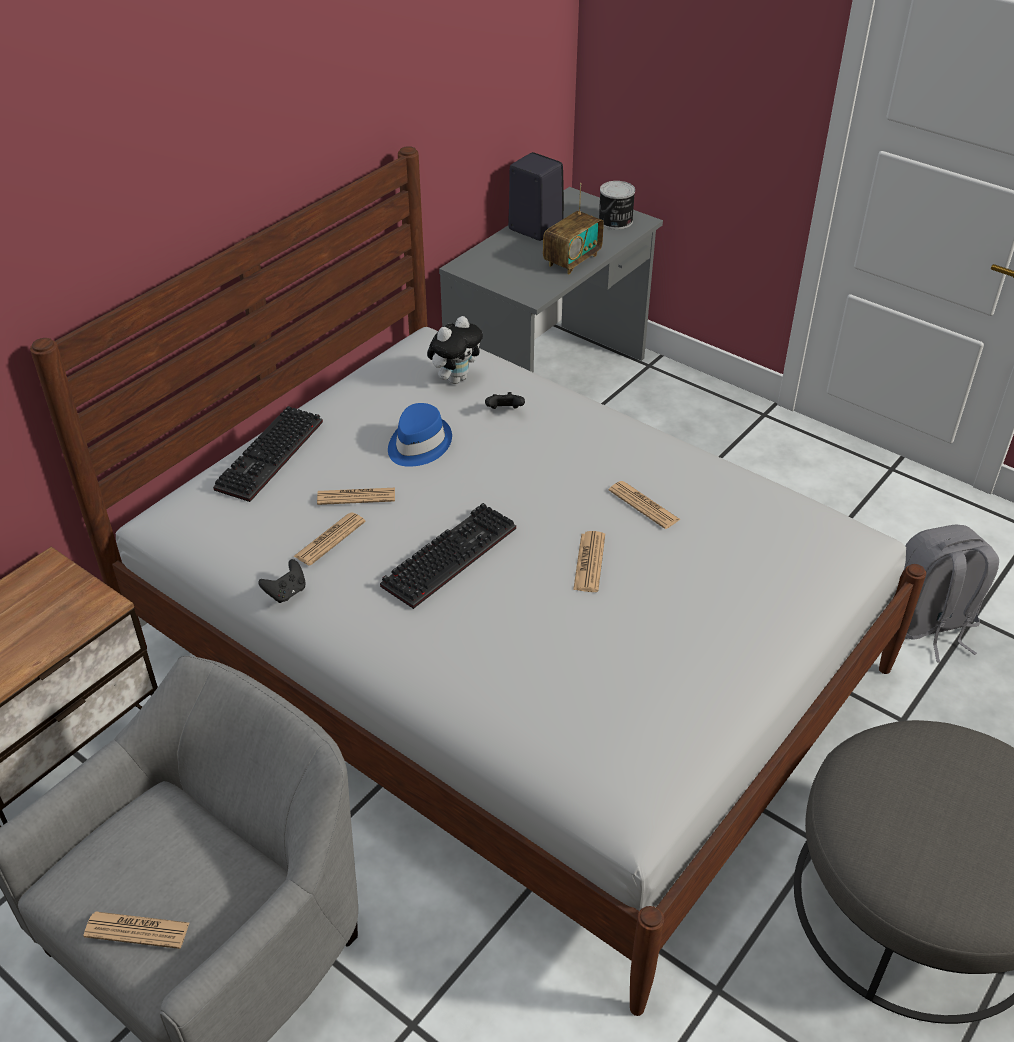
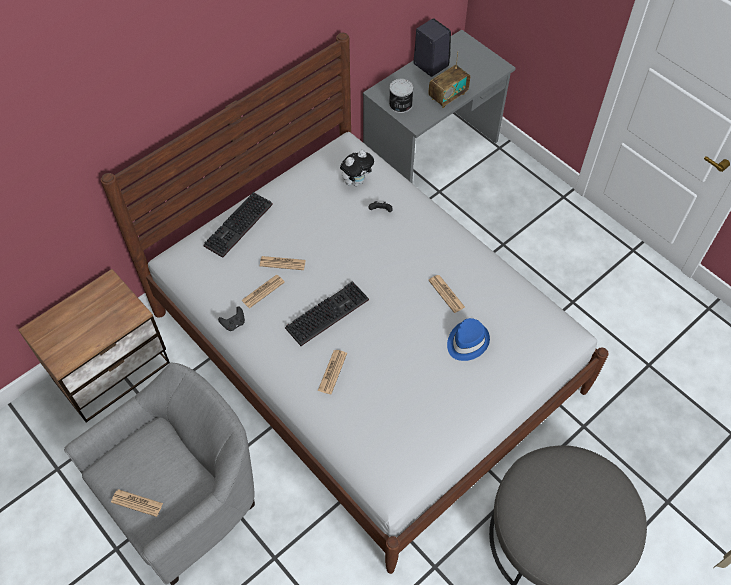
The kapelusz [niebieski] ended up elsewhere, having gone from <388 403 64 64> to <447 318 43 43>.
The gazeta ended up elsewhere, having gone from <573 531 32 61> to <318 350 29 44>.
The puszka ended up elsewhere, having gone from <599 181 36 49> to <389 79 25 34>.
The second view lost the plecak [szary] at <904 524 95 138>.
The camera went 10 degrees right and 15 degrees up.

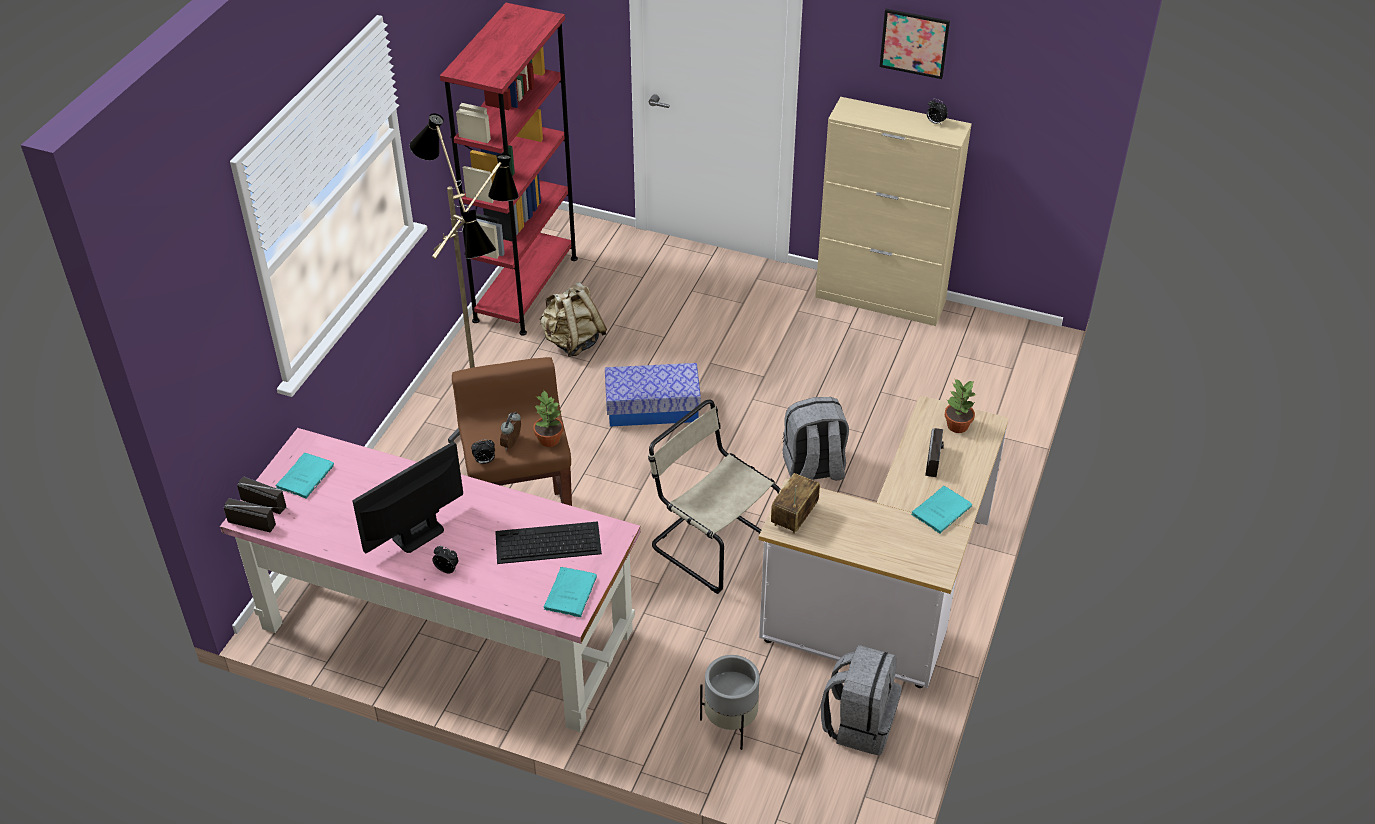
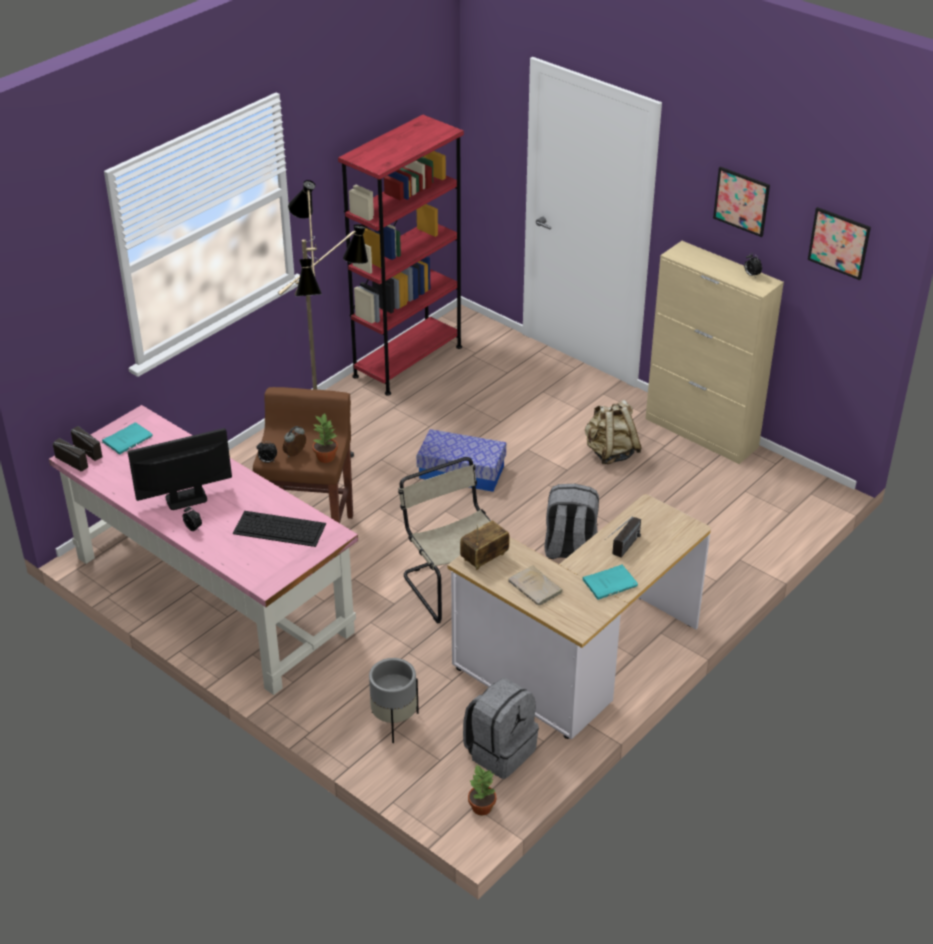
The plecak [beżowy] ended up elsewhere, having gone from <540 282 67 75> to <585 400 57 64>.
The second view lost the książka [turkusowy] at <544 567 53 50>.
The roślina doniczkowa ended up elsewhere, having gone from <945 378 30 55> to <468 764 28 52>.
The second view gained the książka [beżowy] at <508 565 55 40>.
The second view gained the obraz at <808 207 63 73>.
The camera went 20 degrees right and 5 degrees down.

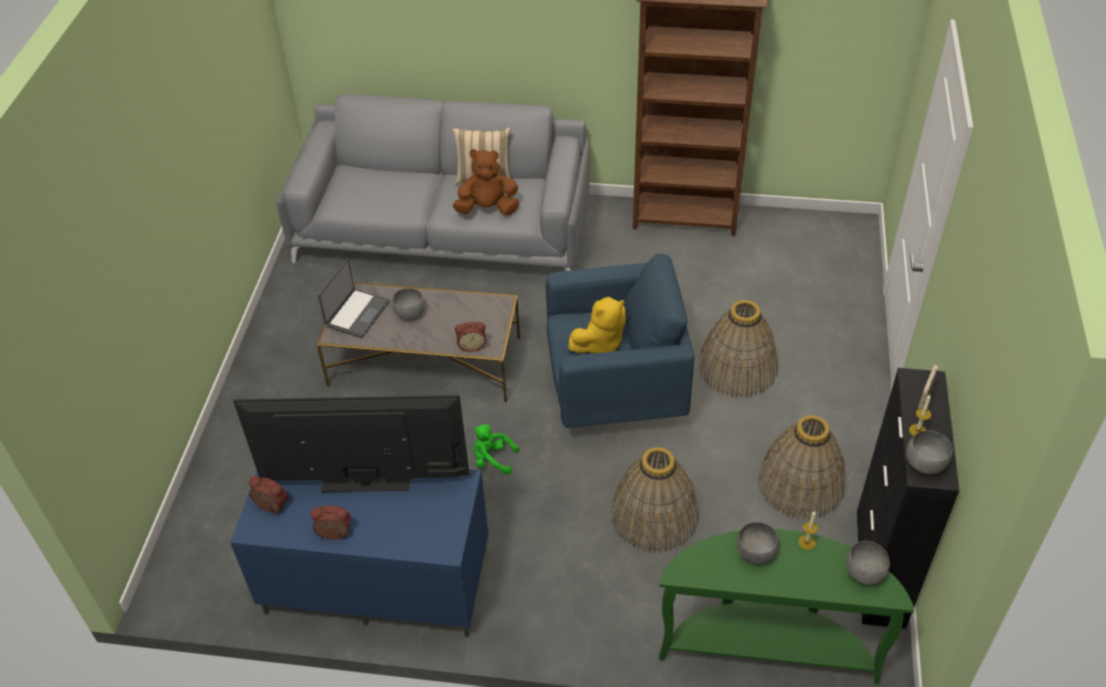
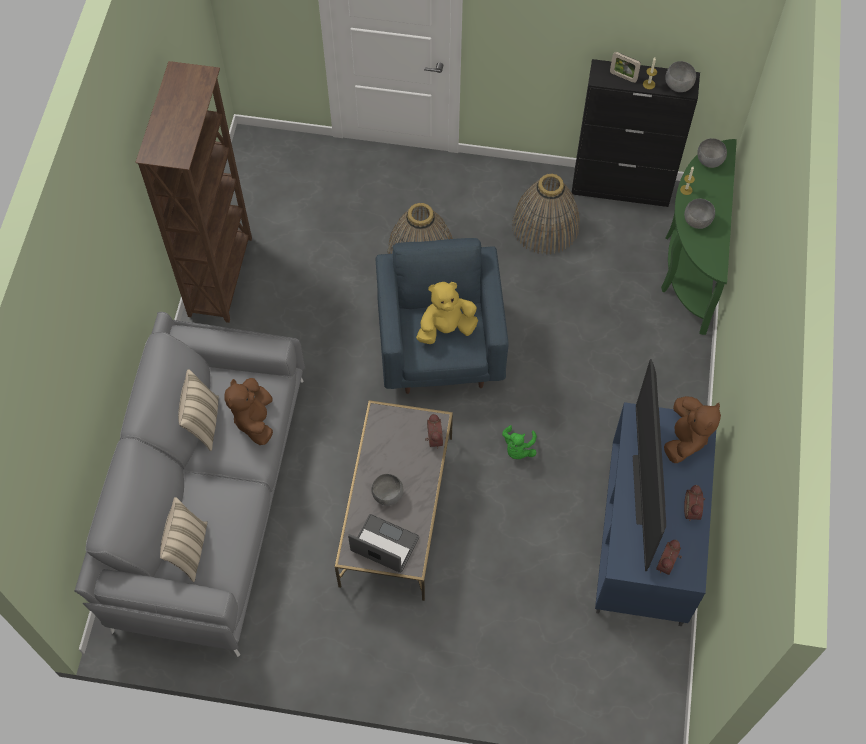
The pluszak [żółty] at <568 297 58 56> ended up facing another way, 75 degrees counterclockwise from before.
The second view lost the koszyk at <611 447 88 106>.
The second view gained the poduszka [beżowy] at <160 497 48 85>.
The second view gained the pluszak [brązowy] at <664 396 57 67>.
The camera went 90 degrees left and 15 degrees up.

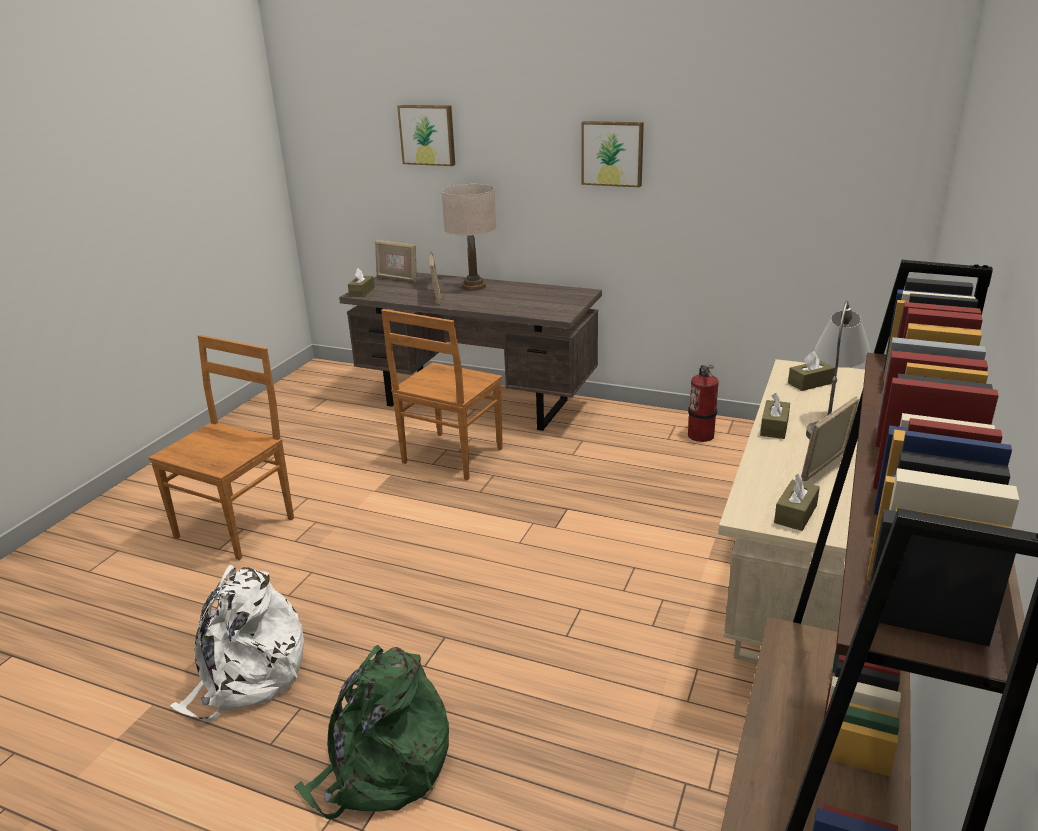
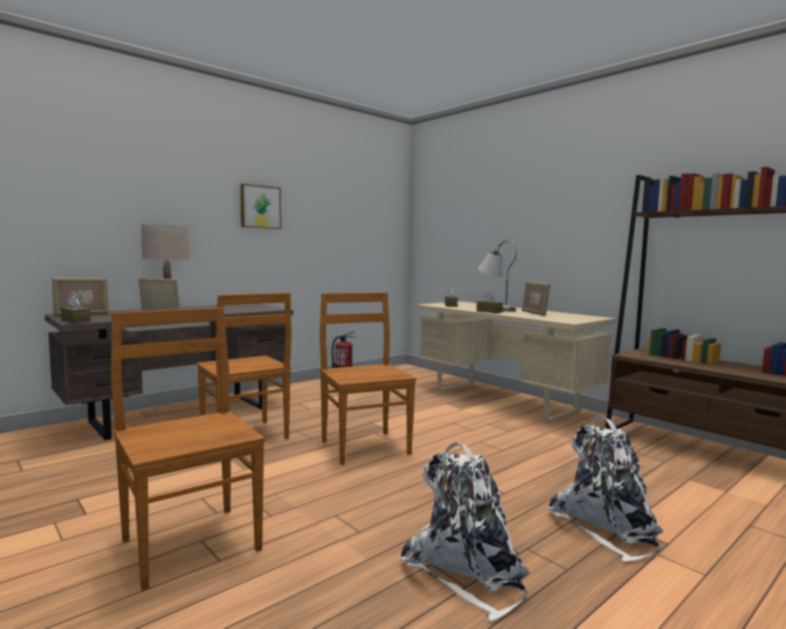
What was the plecak [zielony] at <294 645 155 174> turned into the plecak [biały] at <548 416 115 146>.
The second view lost the obraz at <397 105 58 61>.
The second view lost the pudełko chusteczek [brązowy] at <774 474 46 57>.
The second view gained the krzesło [brązowy] at <320 292 96 173>.
The camera went 65 degrees left and 20 degrees down.

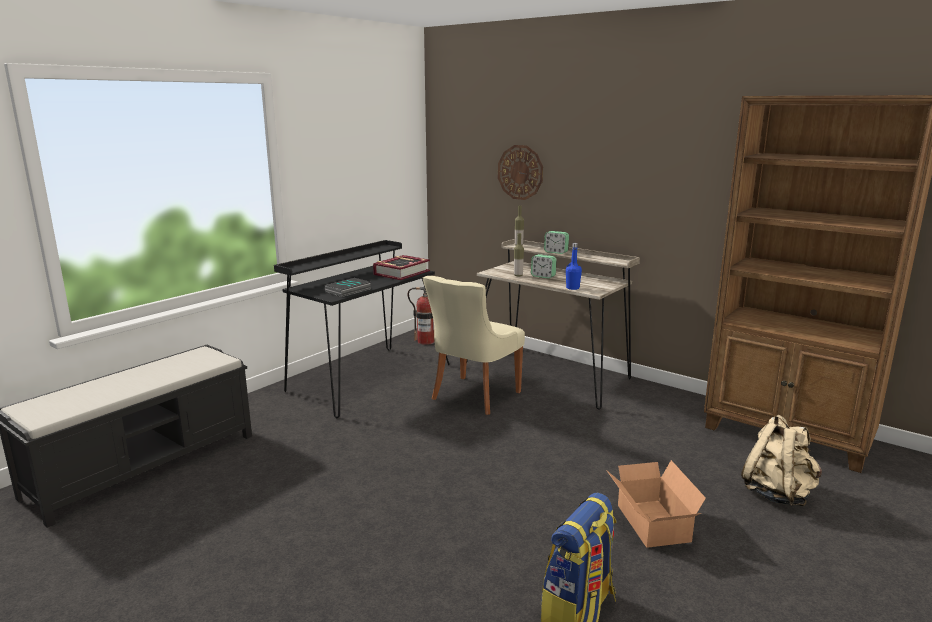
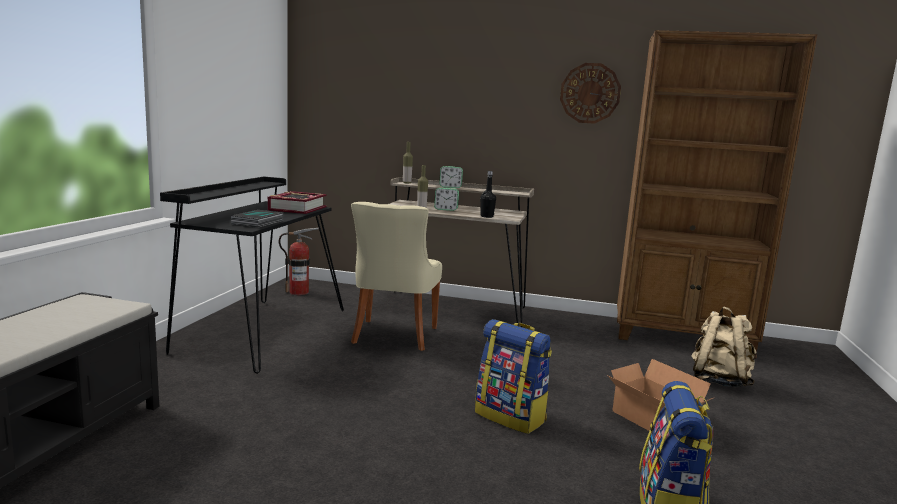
The zegar ścienny ended up elsewhere, having gone from <498 145 45 55> to <560 63 61 61>.
What was the butelka [niebieski] at <566 243 16 47> turned into the butelka [czarny] at <480 171 16 47>.
The second view gained the plecak at <475 319 77 115>.
The camera went 25 degrees left and 5 degrees down.

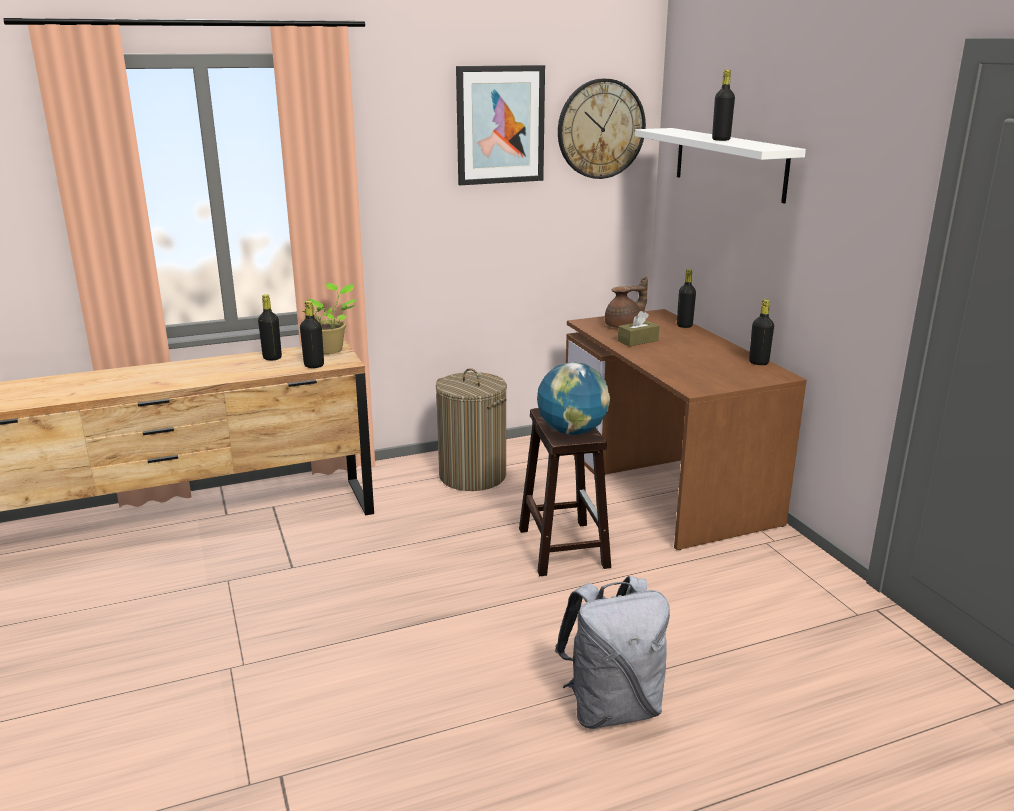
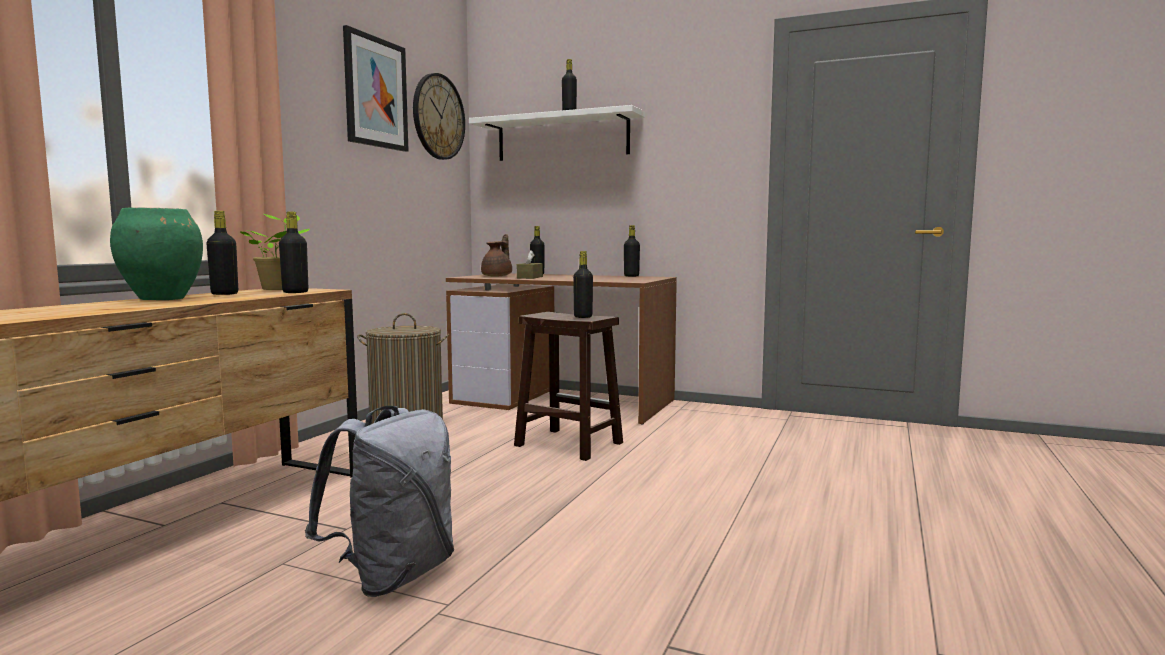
Where the globus stood at <537 362 73 73>, the butelka [czarny] came to stand at <573 251 20 67>.
The plecak [szary] ended up elsewhere, having gone from <555 576 115 153> to <305 405 149 192>.
The second view gained the wazon [zielony] at <110 207 93 93>.
The camera went 45 degrees left and 15 degrees down.

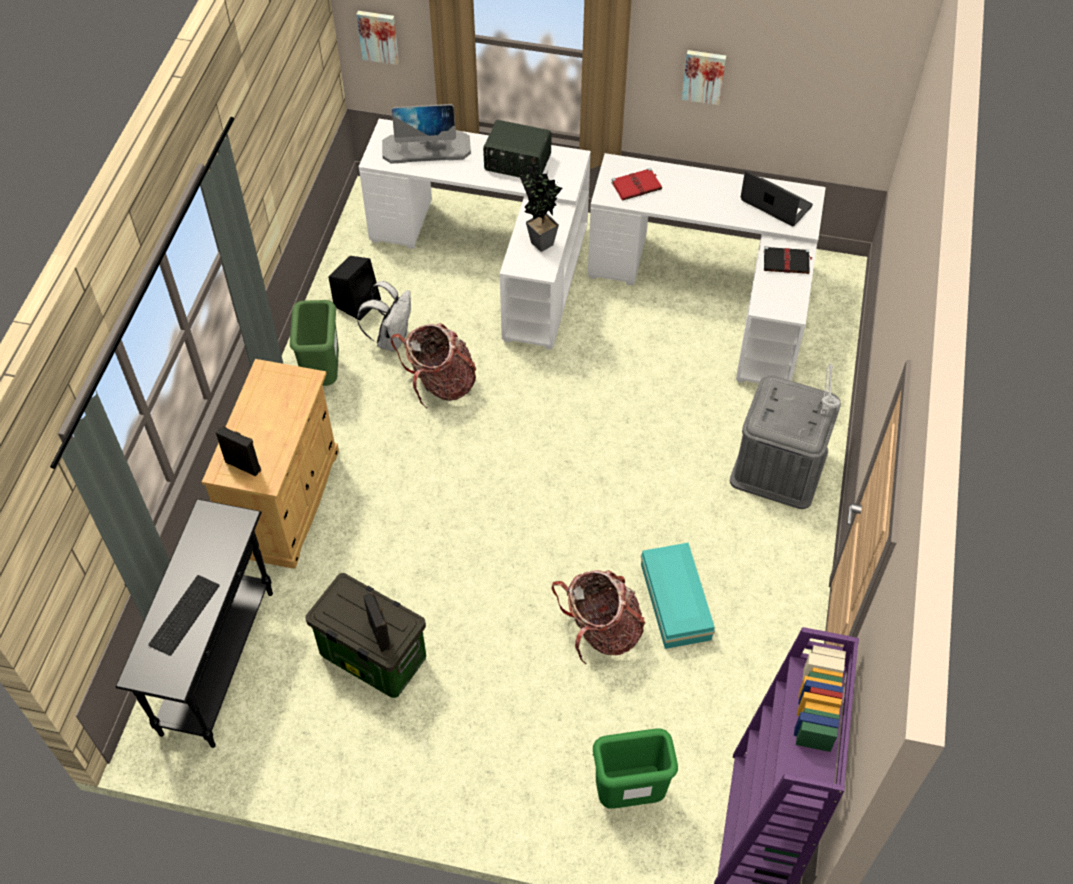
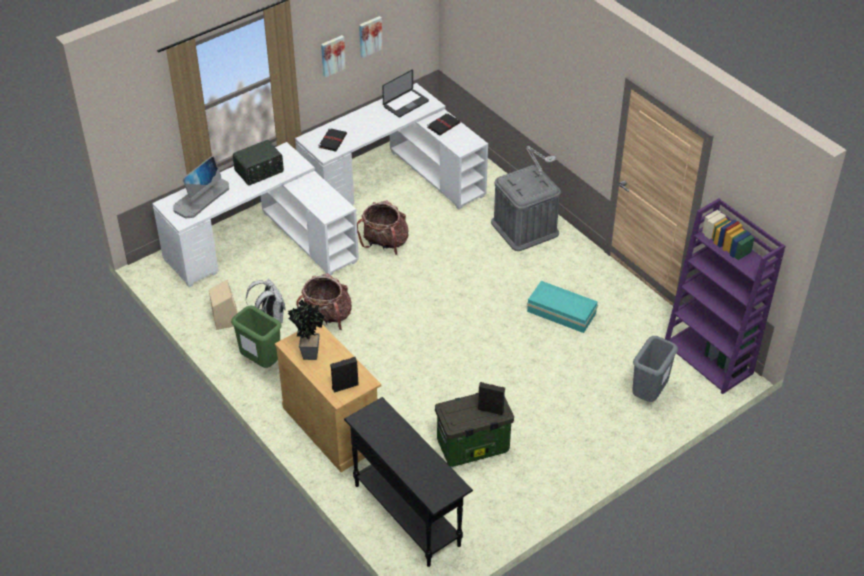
The second view lost the klawiatura at <148 575 72 81>.
What was the głośnik [czarny] at <329 256 52 65> turned into the głośnik [beżowy] at <209 280 29 50>.
The obraz ended up elsewhere, having gone from <357 11 42 54> to <359 16 24 42>.
The roślina doniczkowa ended up elsewhere, having gone from <520 171 43 81> to <288 300 36 60>.
The plecak ended up elsewhere, having gone from <552 570 93 94> to <357 200 52 55>.
What was the kosz na śmieci [zielony] at <593 728 85 81> turned into the kosz na śmieci [szary] at <632 336 46 66>.
What was the książka [czerwony] at <611 168 51 33> turned into the książka [czarny] at <318 128 29 23>.
The laptop at <741 171 72 55> ended up facing another way, 150 degrees clockwise from before.
The camera went 50 degrees left and 10 degrees down.

